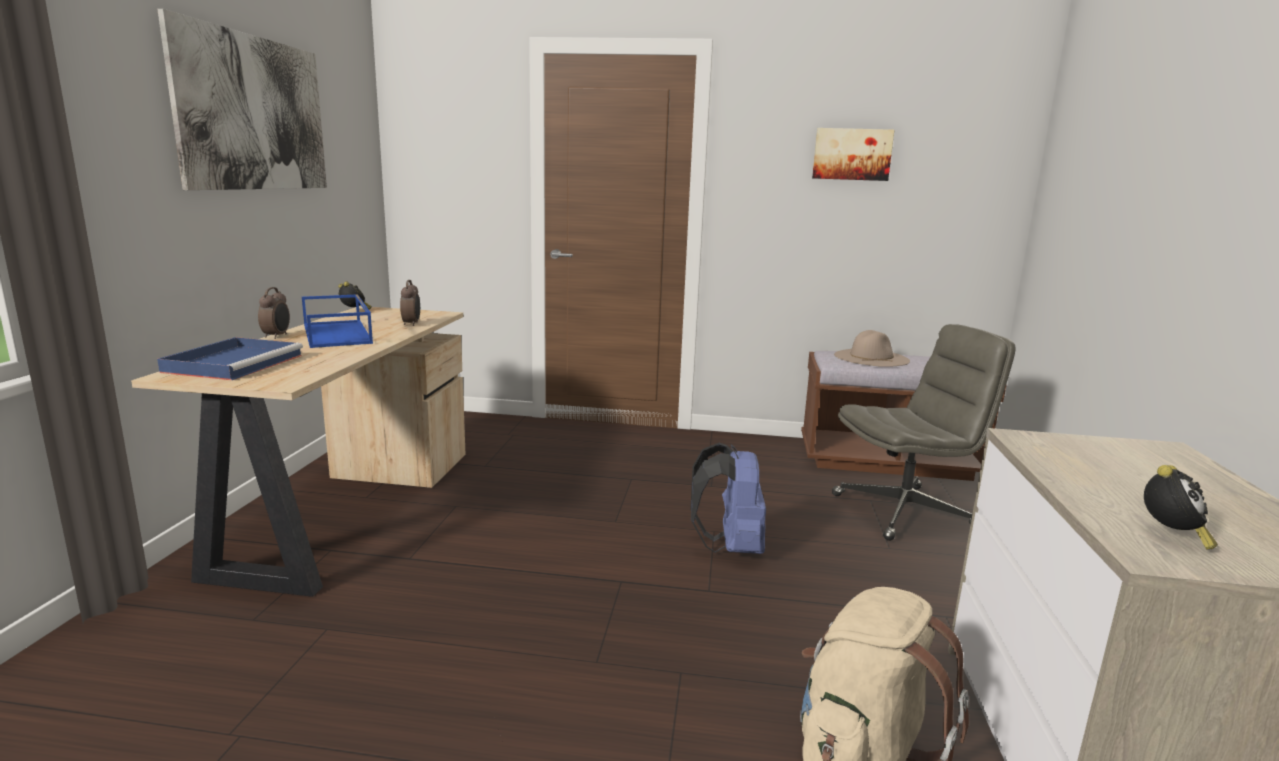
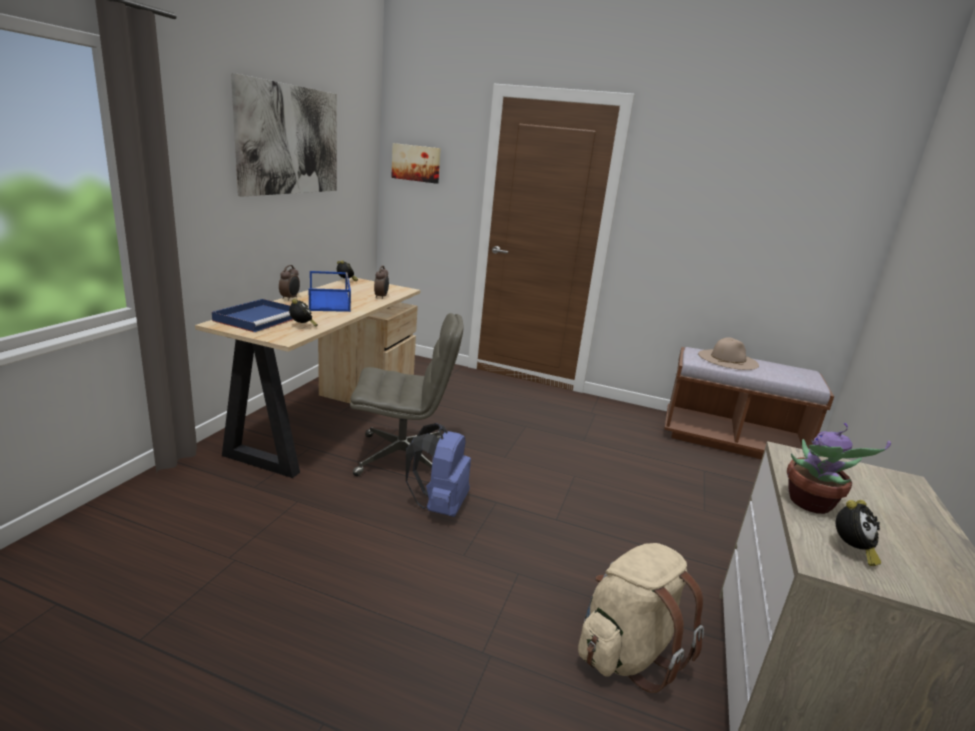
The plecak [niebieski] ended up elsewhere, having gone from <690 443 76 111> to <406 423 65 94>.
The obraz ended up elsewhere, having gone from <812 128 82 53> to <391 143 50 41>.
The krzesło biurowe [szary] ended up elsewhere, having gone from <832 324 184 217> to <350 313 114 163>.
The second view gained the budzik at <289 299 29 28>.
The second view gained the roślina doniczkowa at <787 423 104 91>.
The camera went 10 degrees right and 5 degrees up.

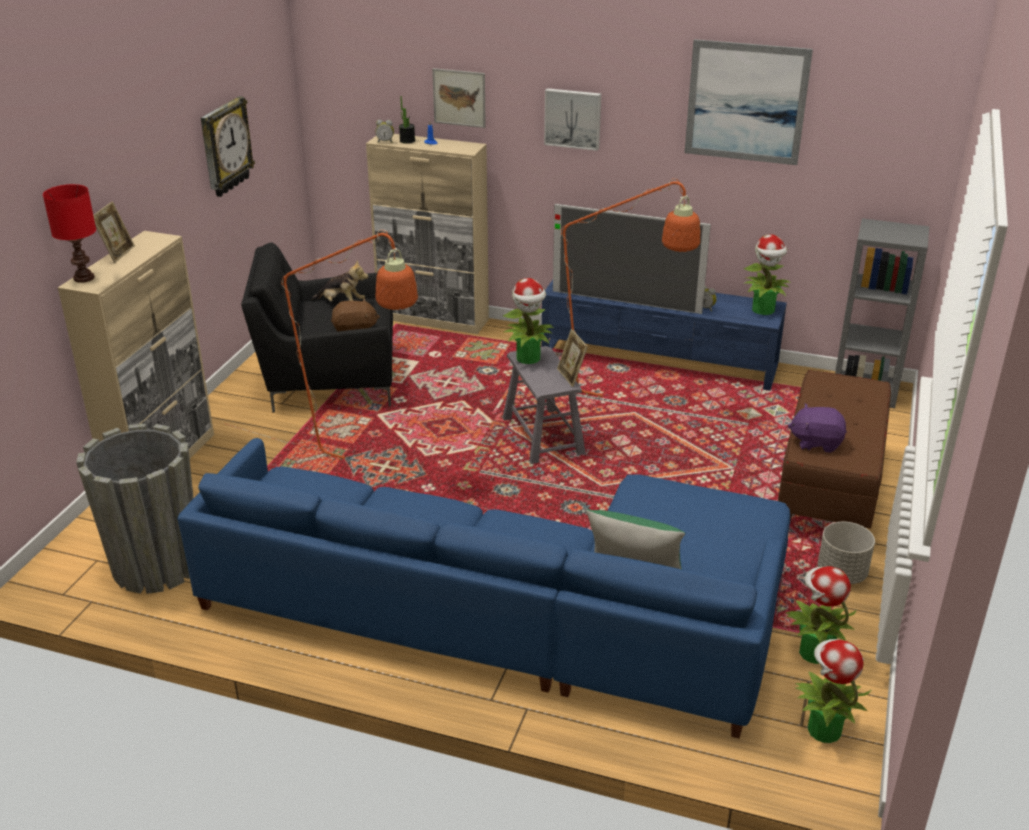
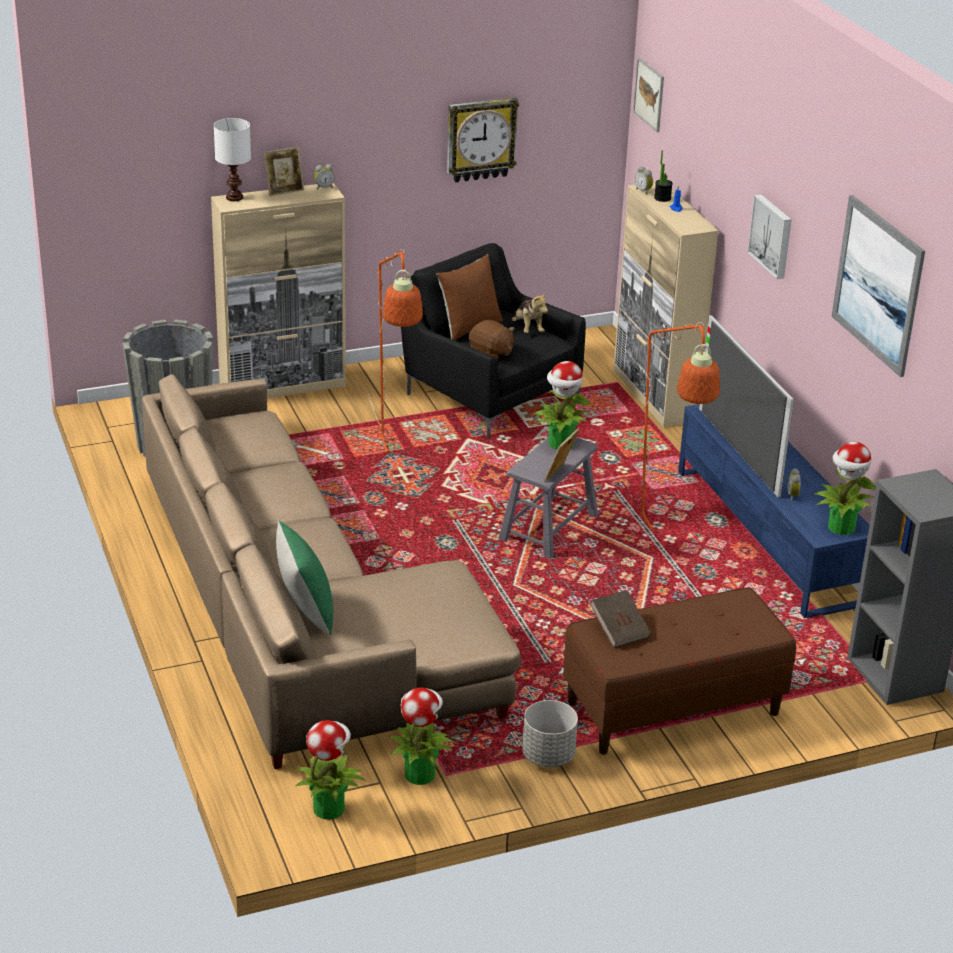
What was the lampa stołowa [czerwony] at <43 184 53 99> turned into the lampa stołowa [biały] at <214 118 37 83>.
What was the kanapa [niebieski] at <177 438 613 300> turned into the kanapa [beżowy] at <142 374 379 395>.
The obraz ended up elsewhere, having gone from <432 68 54 60> to <633 58 31 74>.
Where the pluszak [fioletowy] stood at <788 403 59 50>, the książka [brązowy] came to stand at <590 590 61 58>.
The second view gained the budzik at <314 164 21 26>.
The second view gained the poduszka [brązowy] at <436 254 67 86>.
The camera went 50 degrees right and 0 degrees up.

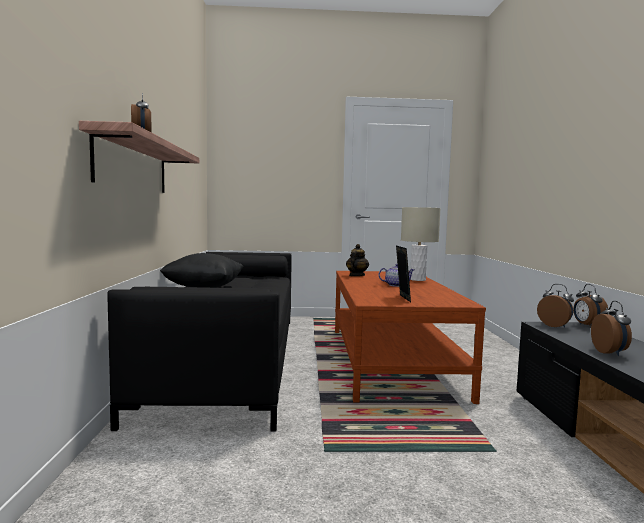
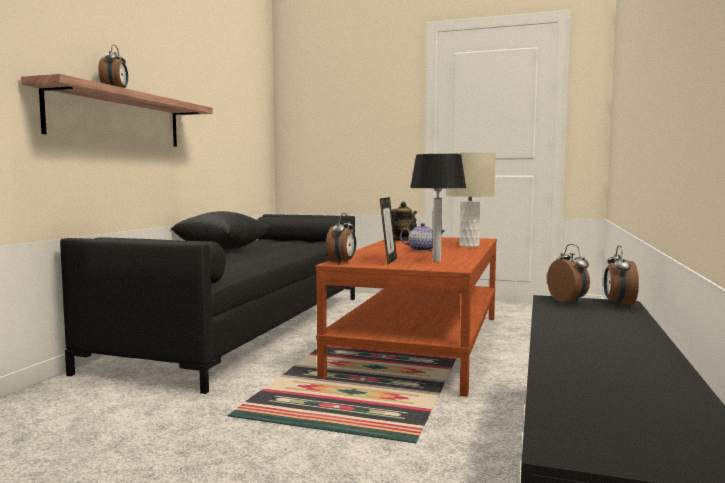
The budzik ended up elsewhere, having gone from <591 301 41 55> to <326 213 30 51>.
The second view gained the lampa stołowa at <410 154 56 108>.
The camera went 20 degrees right and 0 degrees up.

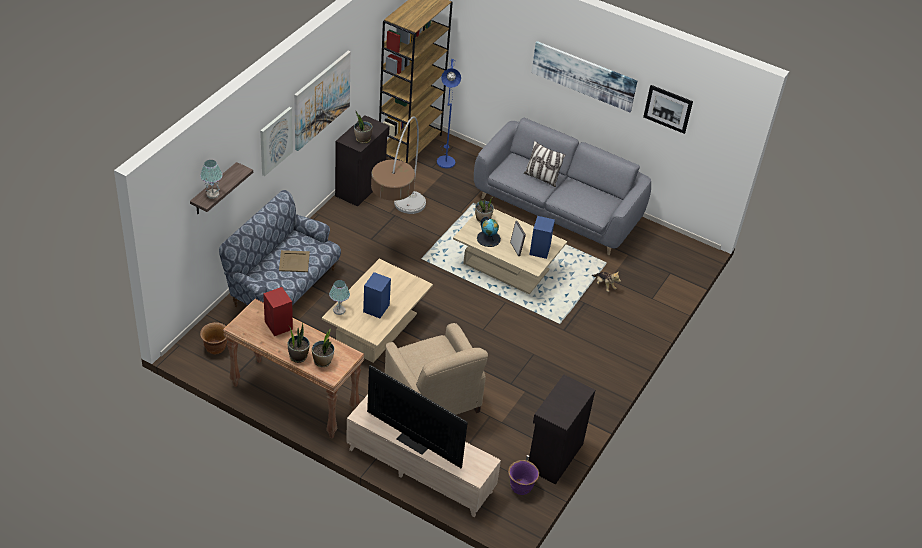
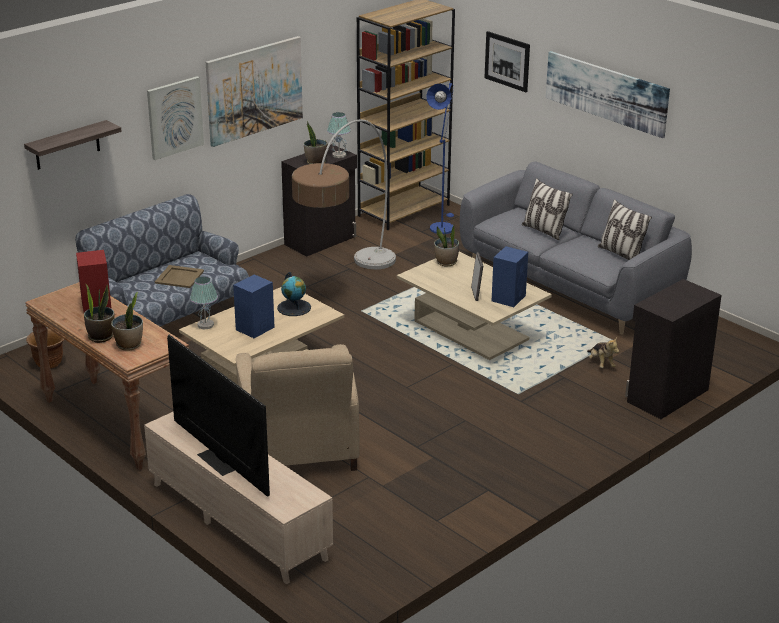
The lampa stołowa ended up elsewhere, having gone from <200 160 22 39> to <327 112 24 46>.
The globus ended up elsewhere, having gone from <477 217 24 30> to <277 272 34 44>.
The second view lost the donica [fioletowy] at <508 460 31 35>.
The szafka [czarny] ended up elsewhere, having gone from <526 375 69 109> to <625 279 97 140>.
The obraz ended up elsewhere, having gone from <643 85 50 49> to <484 31 46 61>.
The second view gained the poduszka at <598 199 54 61>.
The camera went 20 degrees right and 15 degrees down.

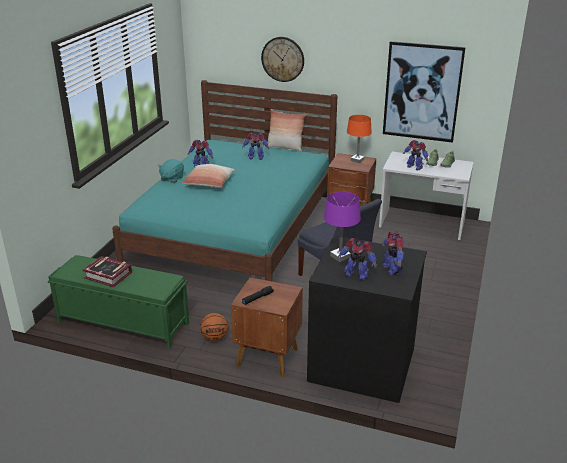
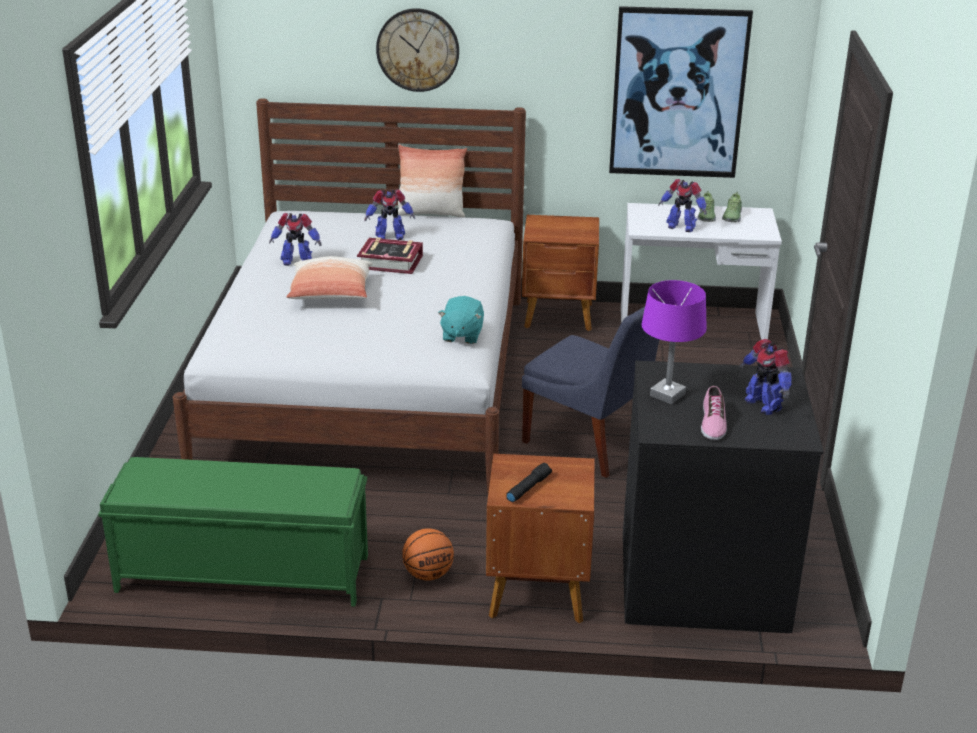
The książka ended up elsewhere, having gone from <83 256 49 31> to <357 237 66 37>.
What was the łóżko [turkusowy] at <112 80 225 201> turned into the łóżko [biały] at <173 98 353 395>.
The pluszak [turkusowy] ended up elsewhere, having gone from <158 159 26 24> to <438 296 46 48>.
Where the robot zabawkowy stood at <338 238 39 43>, the but came to stand at <701 386 26 54>.
The second view lost the lampa stołowa [pomarańczowy] at <347 115 25 48>.
The camera went 15 degrees left and 0 degrees up.

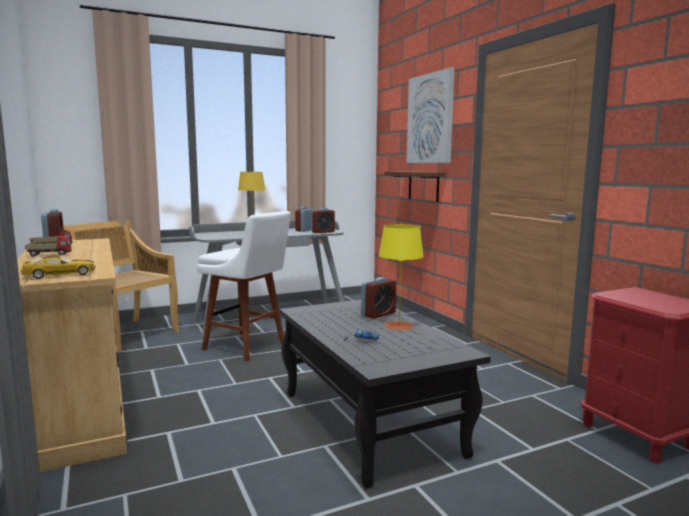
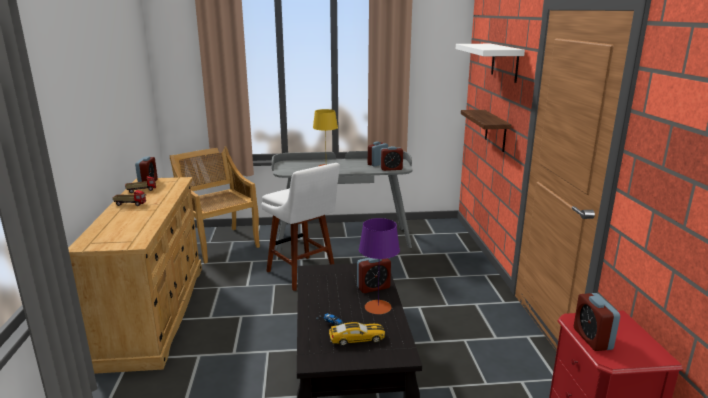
The samochodzik ended up elsewhere, having gone from <21 256 75 23> to <329 322 56 24>.
What was the lampa stołowa [żółty] at <379 224 45 106> turned into the lampa stołowa [fioletowy] at <359 218 41 96>.
Where the obraz hung at <407 67 48 96>, the półka [biały] came to hang at <456 44 69 39>.
The second view gained the budzik at <574 293 46 58>.
The camera went 20 degrees right and 10 degrees up.

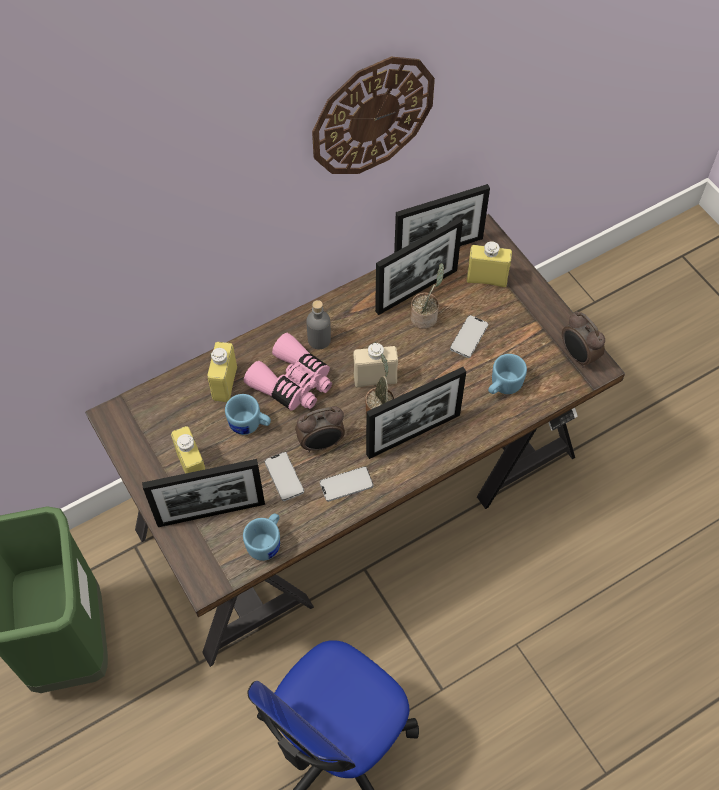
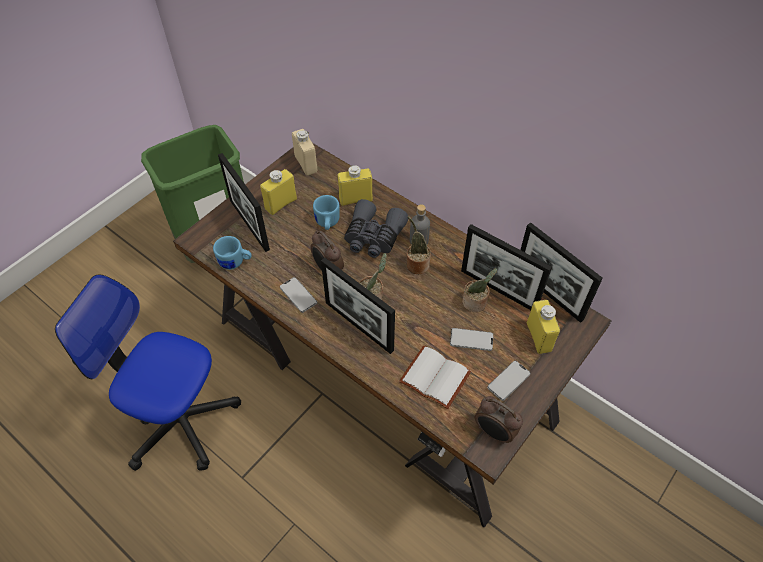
What was the lornetka [różowy] at <244 333 88 78> turned into the lornetka [szary] at <344 199 64 59>.
The telefon ended up elsewhere, having gone from <265 452 39 49> to <487 361 44 40>.
The second view lost the zegar ścienny at <312 57 123 117>.
The butelka [beżowy] ended up elsewhere, having gone from <353 342 45 45> to <292 129 25 47>.
Where the kubek [niebieski] stood at <488 354 39 40>, the książka [biały] came to stand at <399 346 72 63>.
The budzik at <562 311 43 57> ended up facing another way, 90 degrees counterclockwise from before.
The second view gained the roślina doniczkowa at <407 216 24 58>.
The camera went 70 degrees right and 5 degrees down.

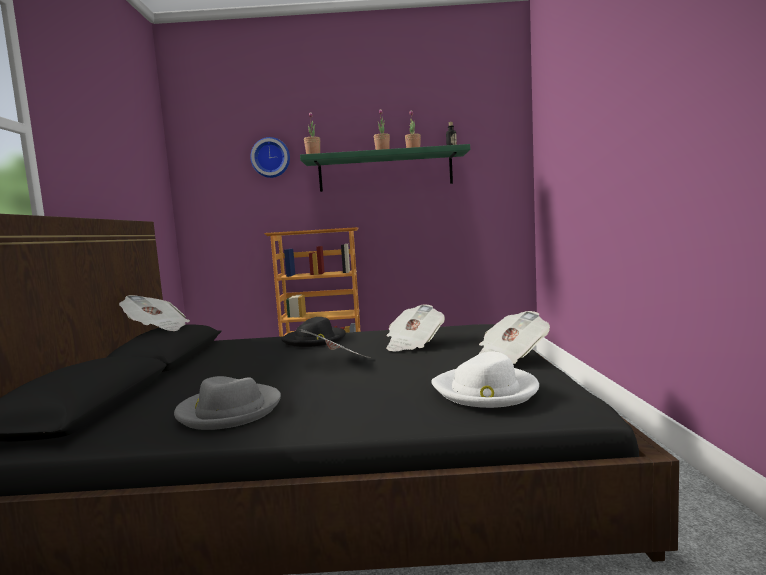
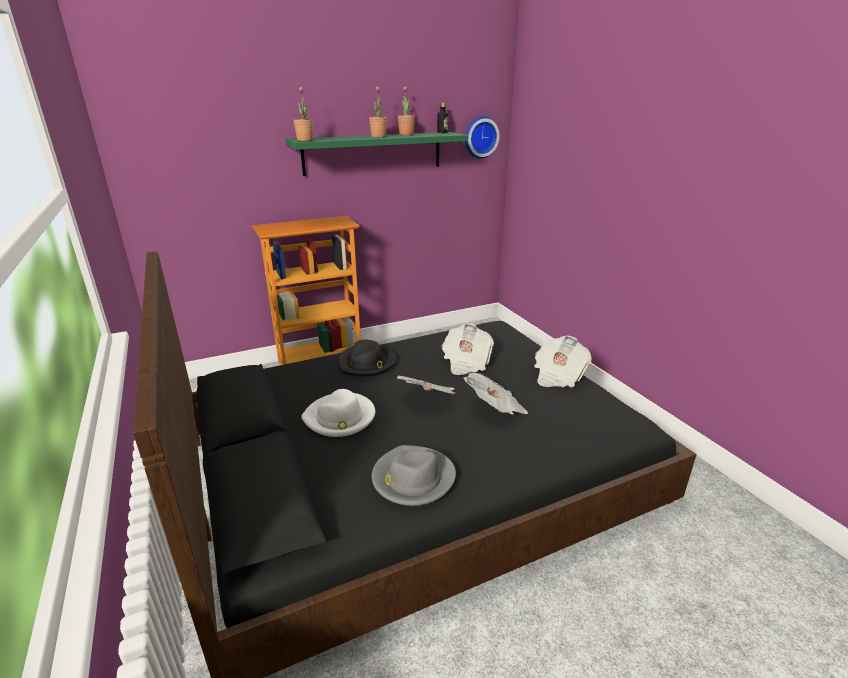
The gazeta ended up elsewhere, having gone from <119 295 71 36> to <463 373 65 42>.
The zegar ścienny ended up elsewhere, having gone from <250 137 40 41> to <465 116 35 43>.
The kapelusz [biały] ended up elsewhere, having gone from <431 352 108 56> to <301 389 74 48>.
The camera went 25 degrees left and 20 degrees up.

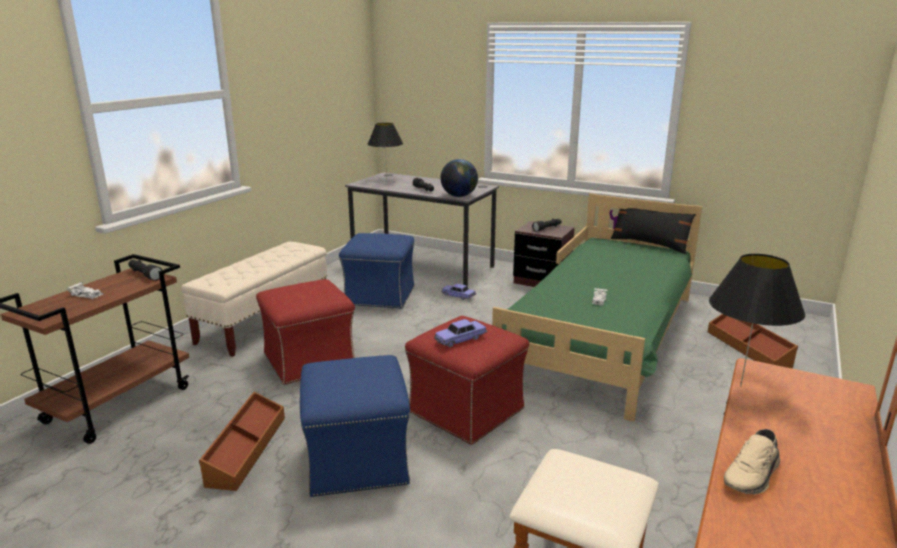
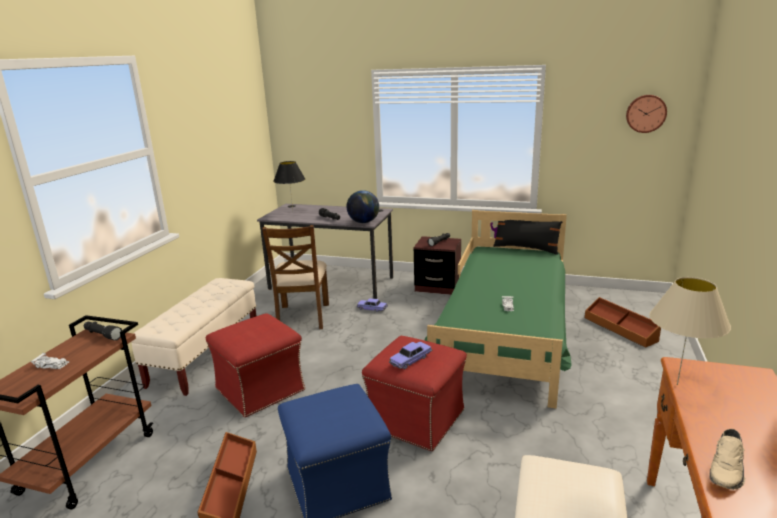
Where the pufa [niebieski] stood at <339 233 75 76>, the krzesło [brązowy] came to stand at <262 225 67 104>.
What was the lampa stołowa [czarny] at <709 254 96 133> turned into the lampa stołowa [beżowy] at <649 277 82 108>.
The second view gained the zegar ścienny at <626 95 41 38>.
The camera went 10 degrees left and 0 degrees up.

